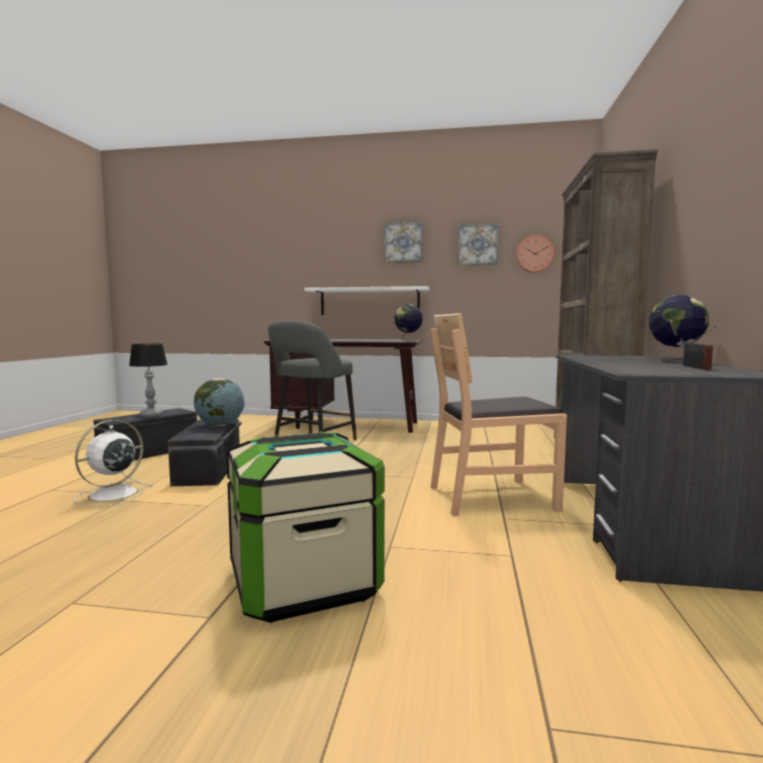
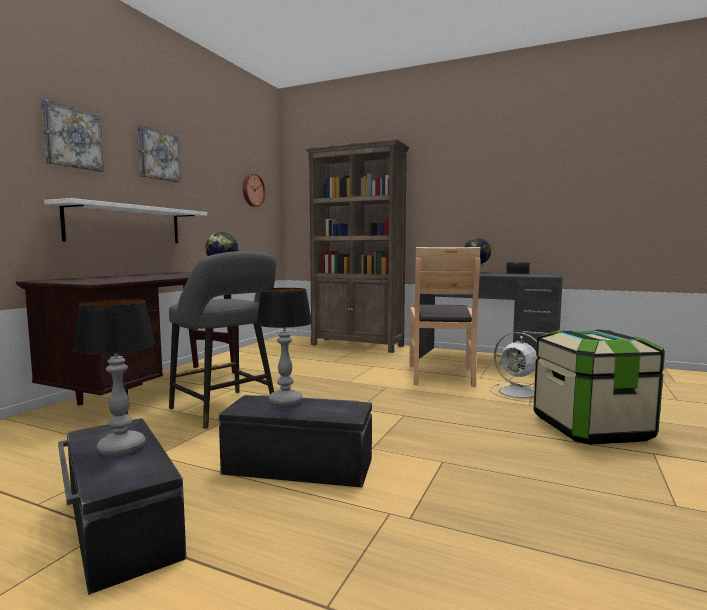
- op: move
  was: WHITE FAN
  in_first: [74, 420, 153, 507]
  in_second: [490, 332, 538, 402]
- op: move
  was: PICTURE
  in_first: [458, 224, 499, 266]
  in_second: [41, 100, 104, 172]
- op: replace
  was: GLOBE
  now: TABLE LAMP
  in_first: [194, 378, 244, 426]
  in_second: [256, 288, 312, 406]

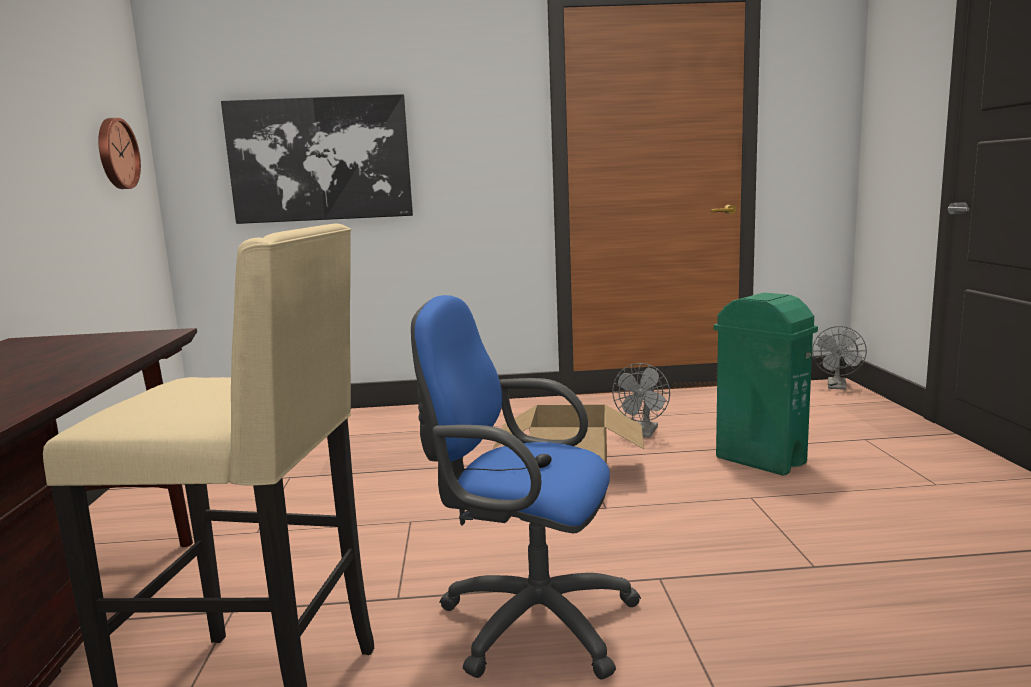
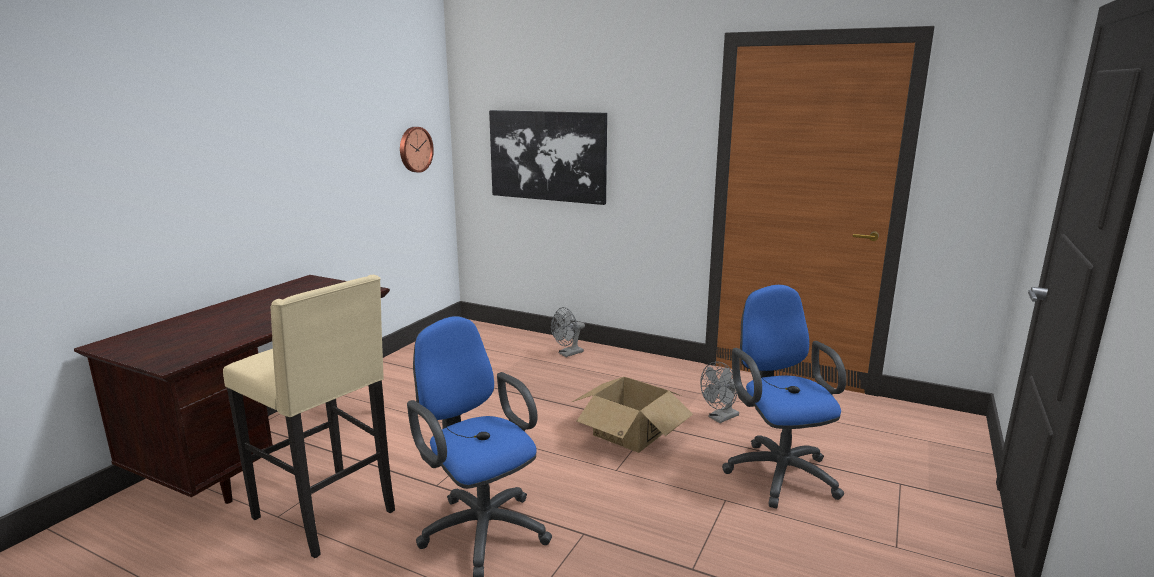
- op: move
  was: GREY FAN
  in_first: [812, 326, 867, 390]
  in_second: [551, 307, 585, 357]
- op: replace
  was: GREEN TRASH CAN
  now: BLUE OFFICE CHAIR
  in_first: [714, 293, 818, 476]
  in_second: [722, 285, 847, 509]

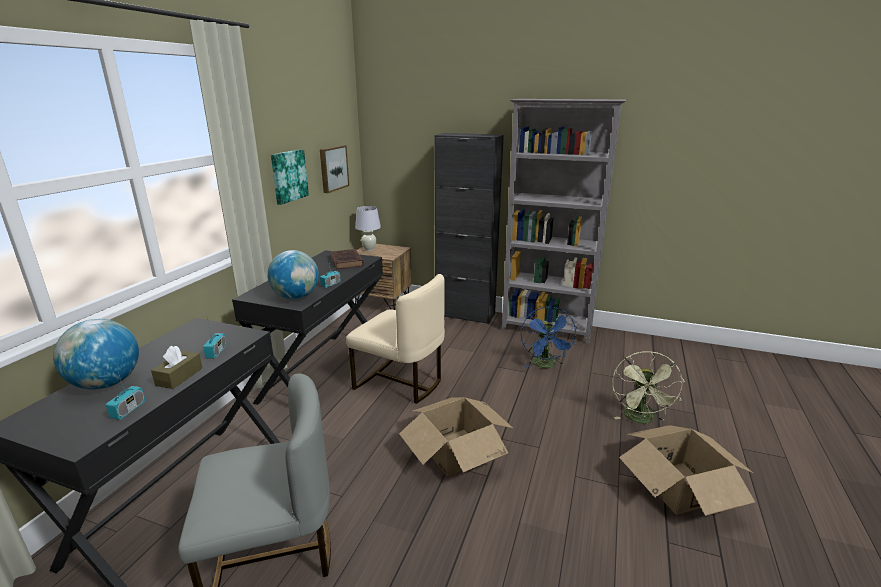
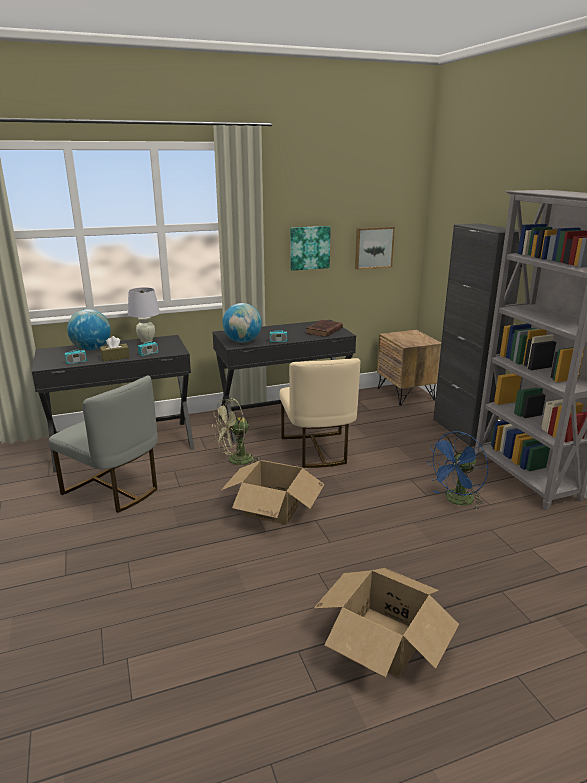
- op: move
  was: WHITE TABLE LAMP
  in_first: [355, 206, 381, 251]
  in_second: [128, 287, 160, 343]
- op: move
  was: GREEN FAN
  in_first: [612, 351, 685, 424]
  in_second: [212, 398, 262, 465]

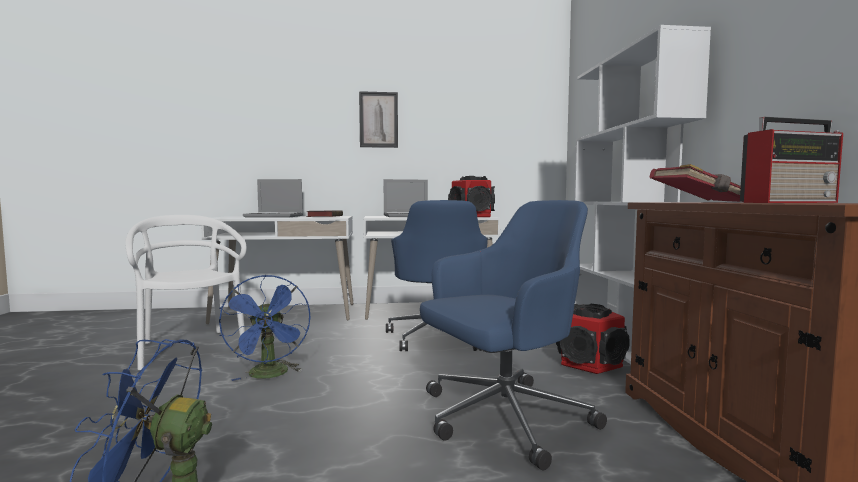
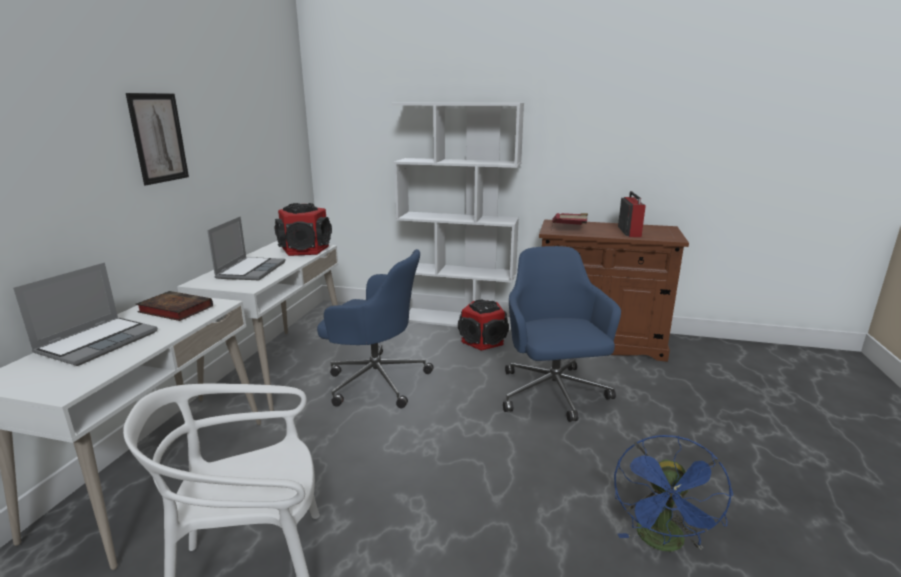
- op: delete
  was: BLUE FAN
  in_first: [219, 275, 311, 381]

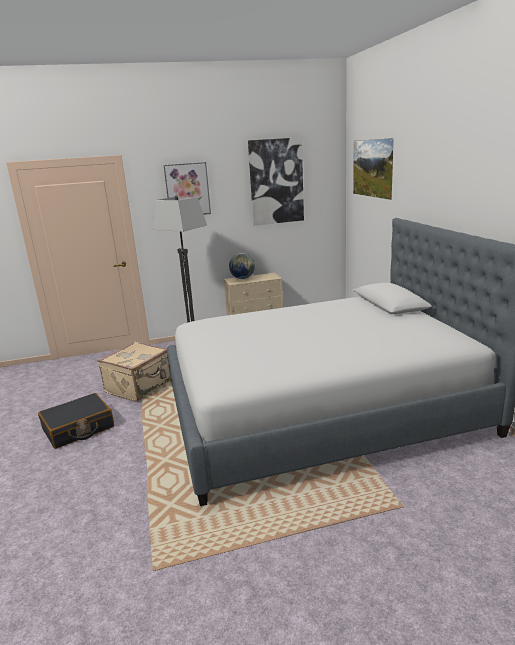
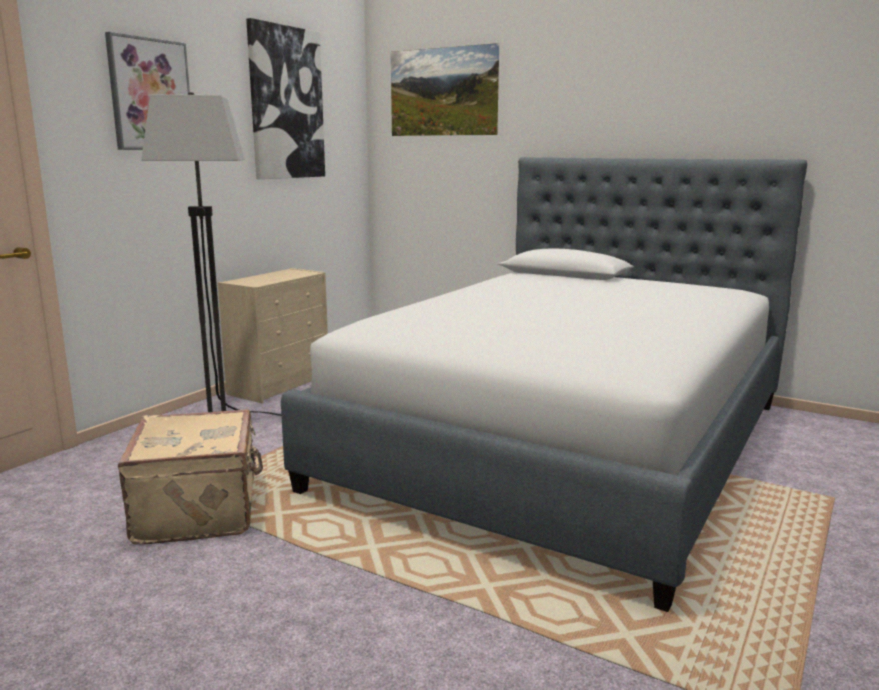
- op: delete
  was: BLACK SUITCASE
  in_first: [38, 393, 114, 449]
- op: delete
  was: GLOBE
  in_first: [229, 253, 255, 279]

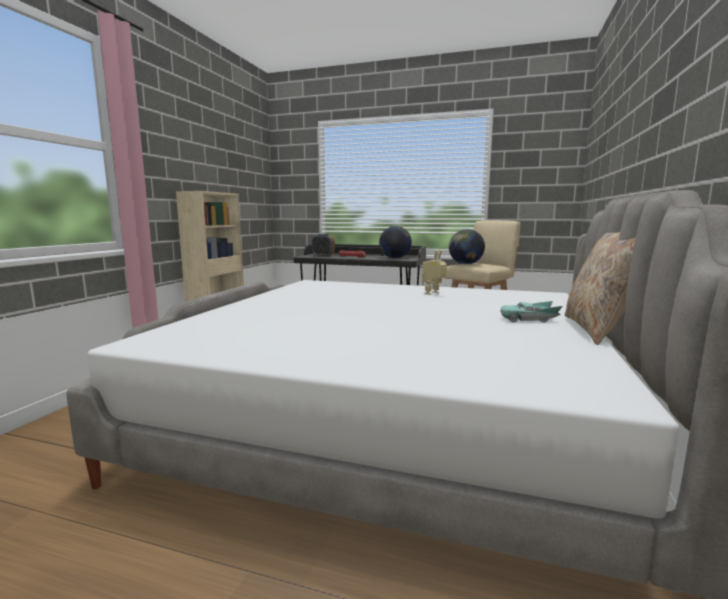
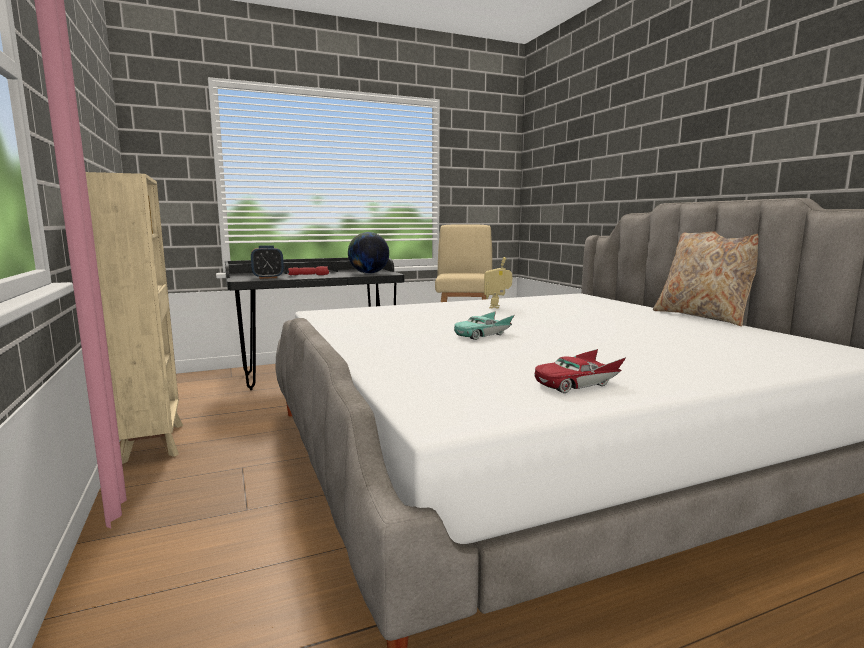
- op: delete
  was: GLOBE
  in_first: [449, 229, 485, 264]
- op: insert
  now: RED TOY CAR
  in_second: [534, 349, 626, 393]
- op: move
  was: TURQUOISE TOY CAR
  in_first: [500, 301, 563, 322]
  in_second: [454, 311, 514, 340]

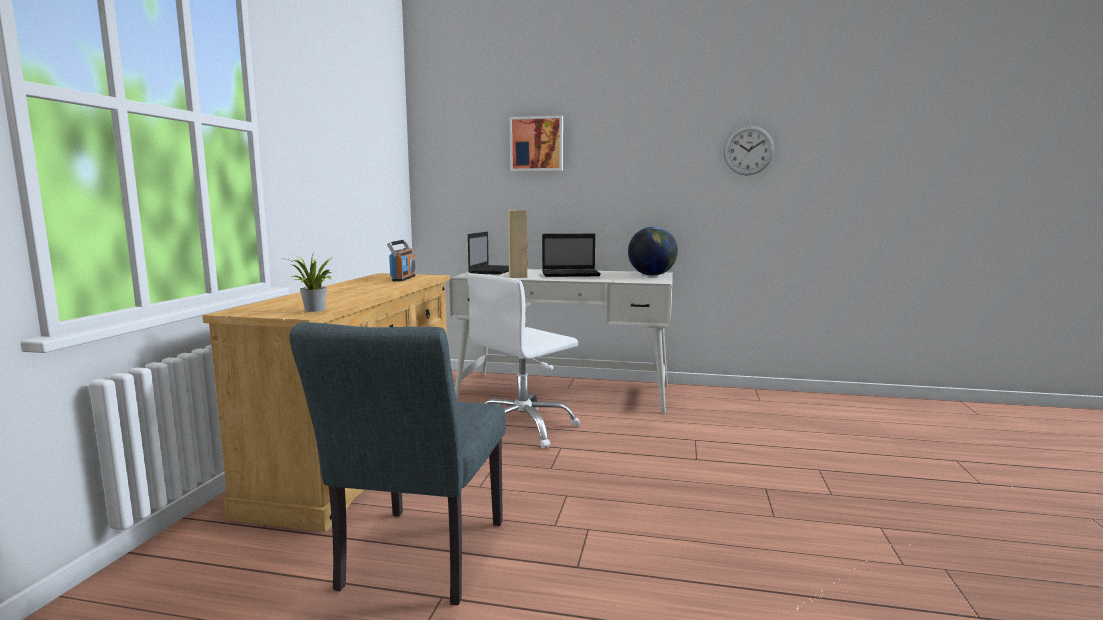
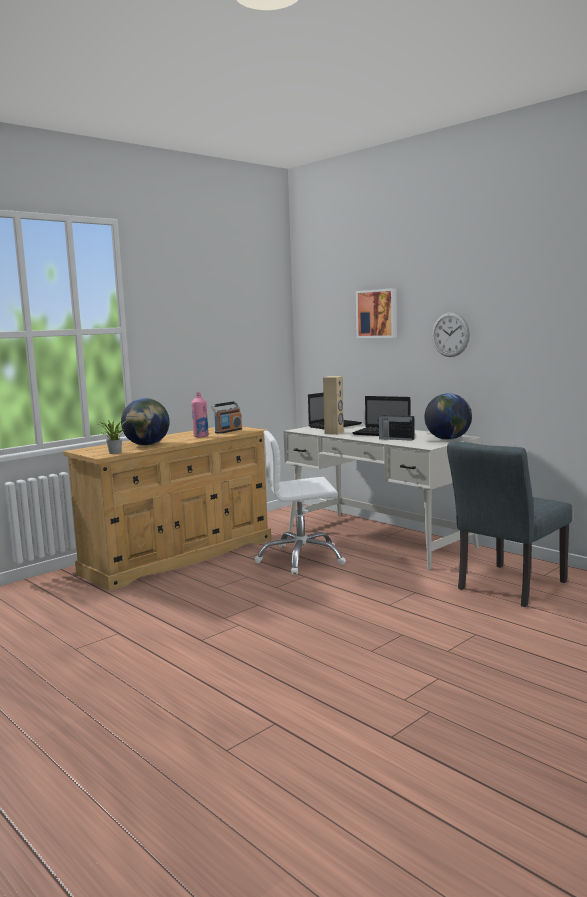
- op: insert
  now: GLOBE
  in_second: [121, 398, 169, 446]
- op: insert
  now: PINK BOTTLE
  in_second: [192, 392, 209, 437]
- op: insert
  now: RADIO
  in_second: [378, 410, 414, 441]
- op: move
  was: GREY CHAIR
  in_first: [289, 322, 506, 605]
  in_second: [447, 440, 572, 607]
- op: move
  was: WALL CLOCK
  in_first: [724, 126, 774, 176]
  in_second: [432, 312, 470, 357]

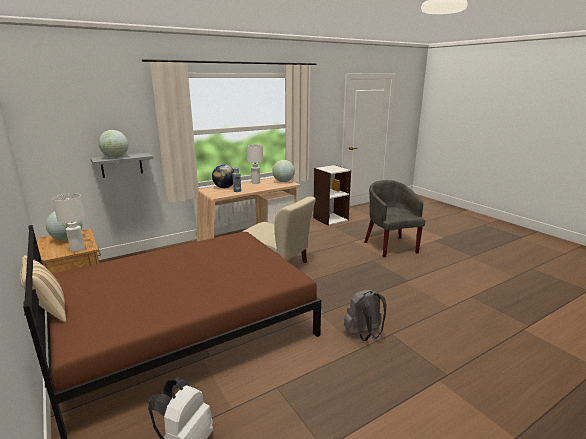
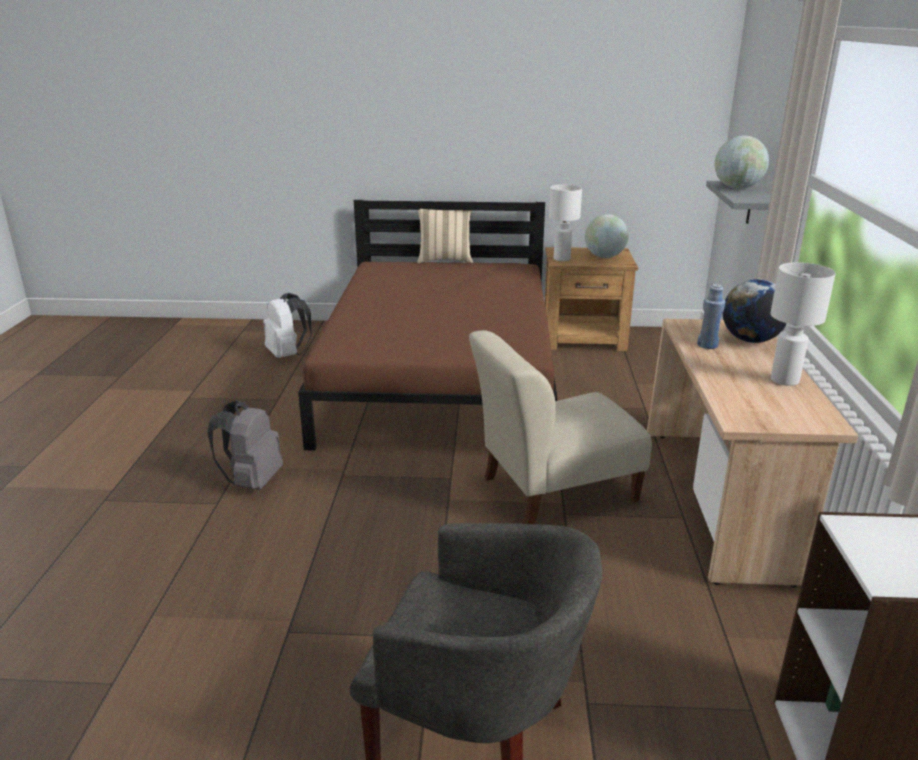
- op: delete
  was: GLOBE
  in_first: [272, 160, 295, 182]

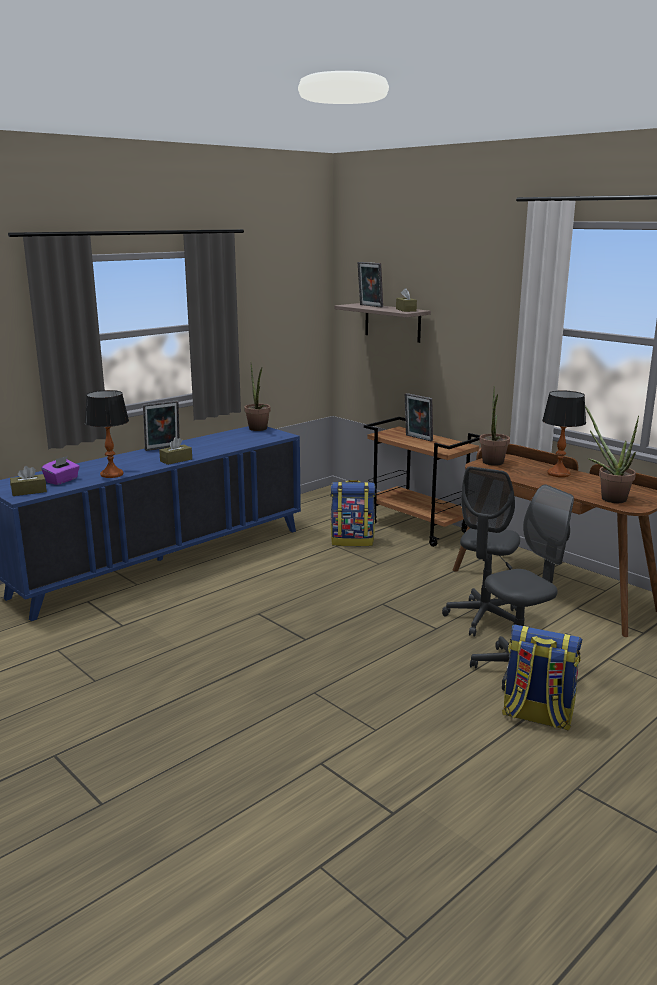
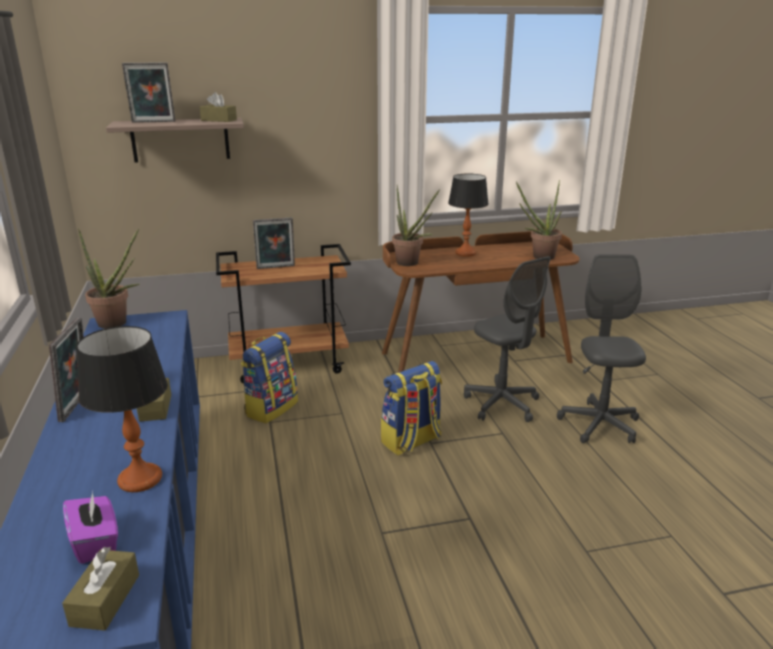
- op: move
  was: BACKPACK
  in_first: [502, 624, 582, 731]
  in_second: [381, 361, 442, 456]

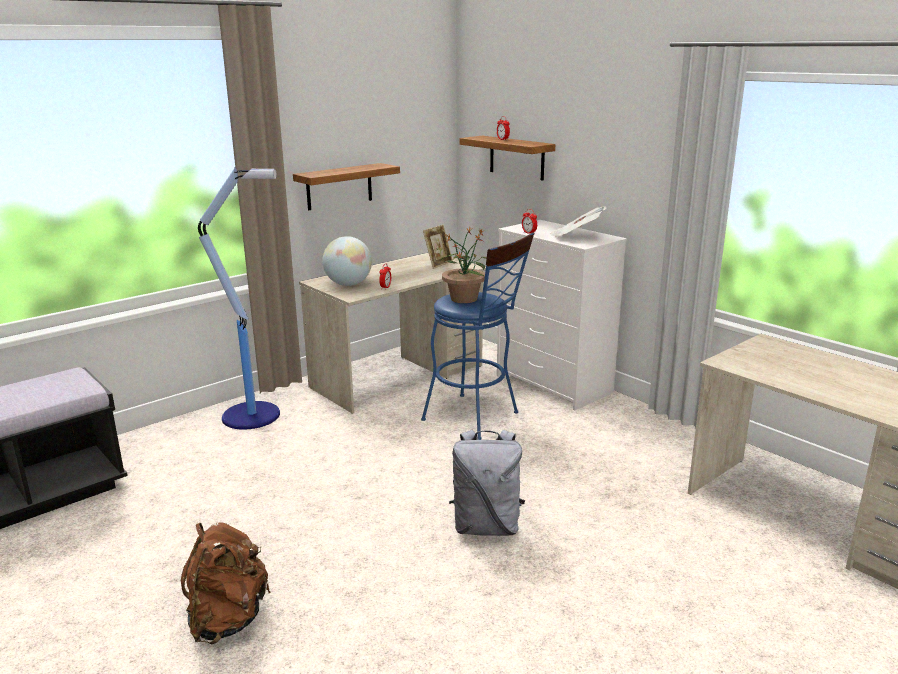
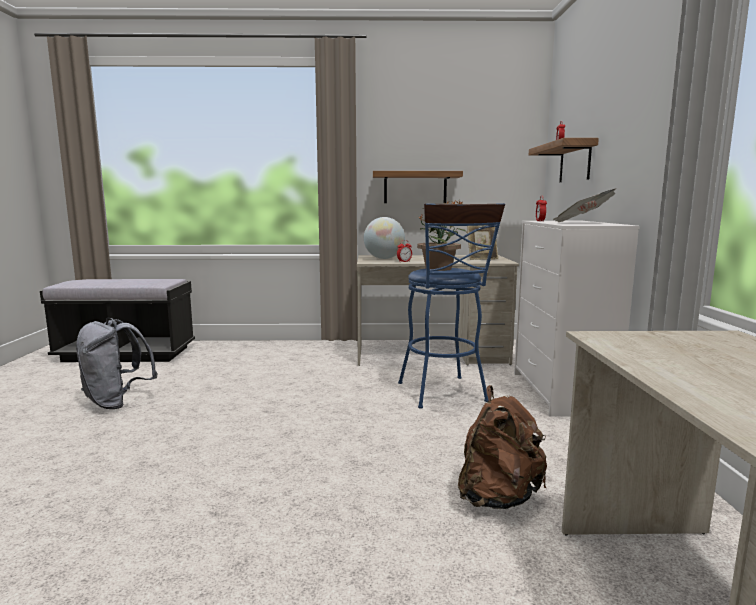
- op: delete
  was: FLOOR LAMP
  in_first: [198, 167, 280, 430]
- op: move
  was: BROWN BACKPACK
  in_first: [181, 522, 271, 644]
  in_second: [458, 385, 547, 509]
- op: move
  was: GREY BACKPACK
  in_first: [449, 430, 525, 536]
  in_second: [76, 318, 157, 409]

